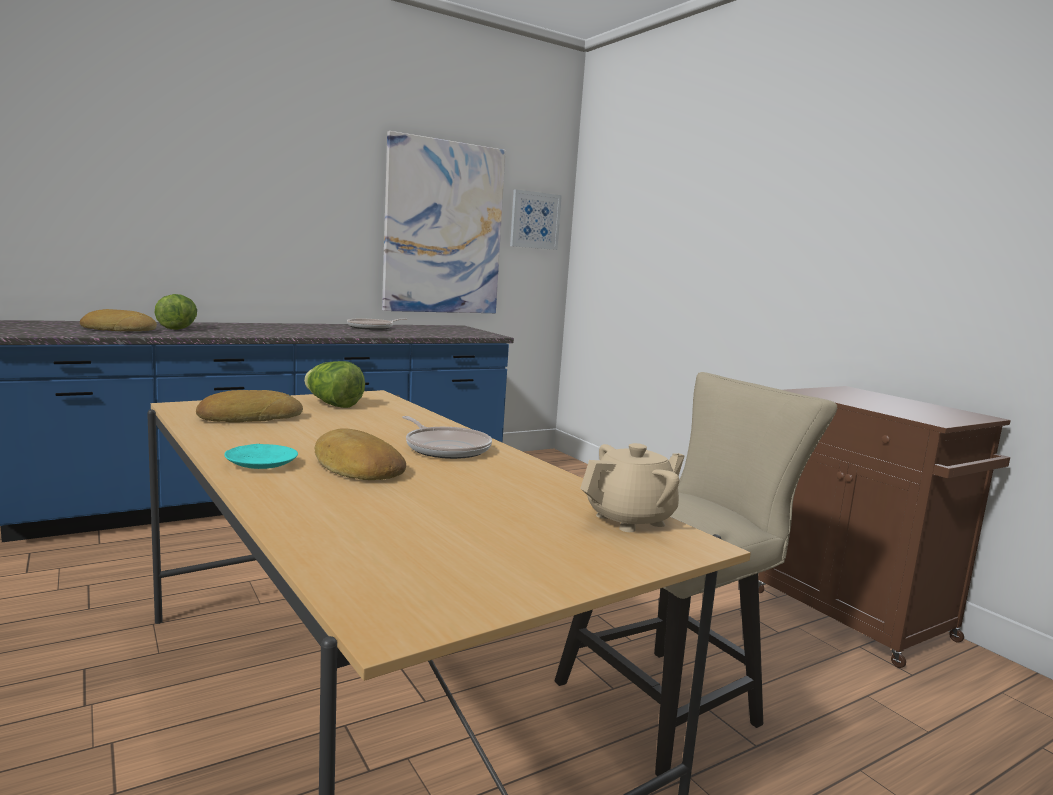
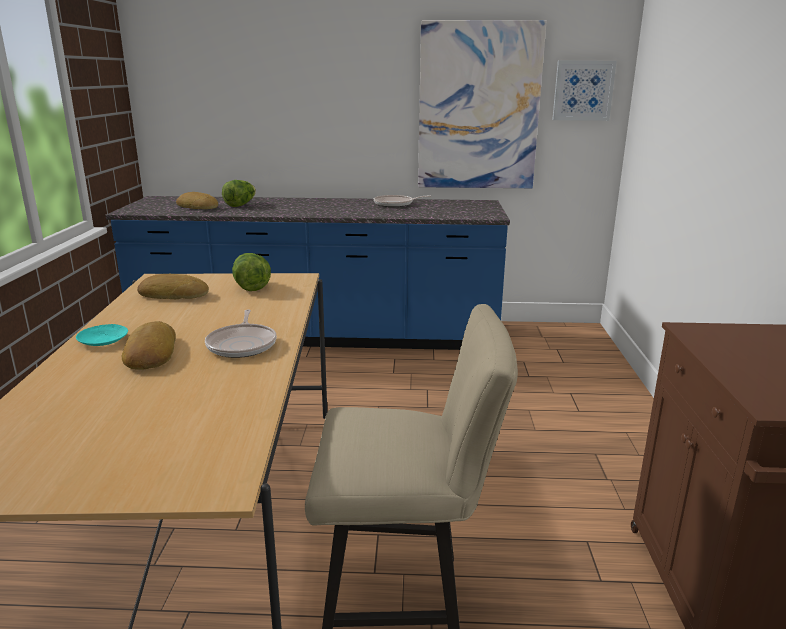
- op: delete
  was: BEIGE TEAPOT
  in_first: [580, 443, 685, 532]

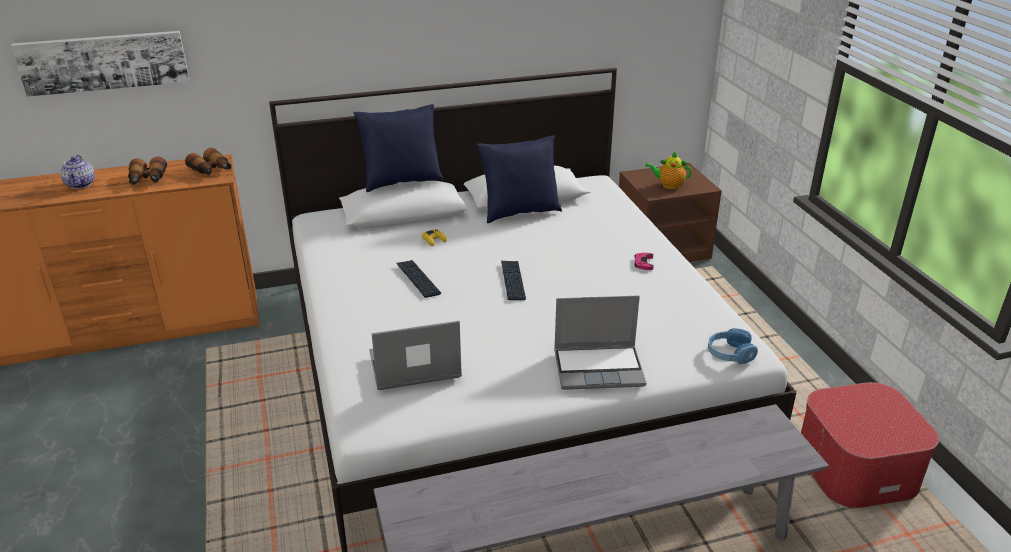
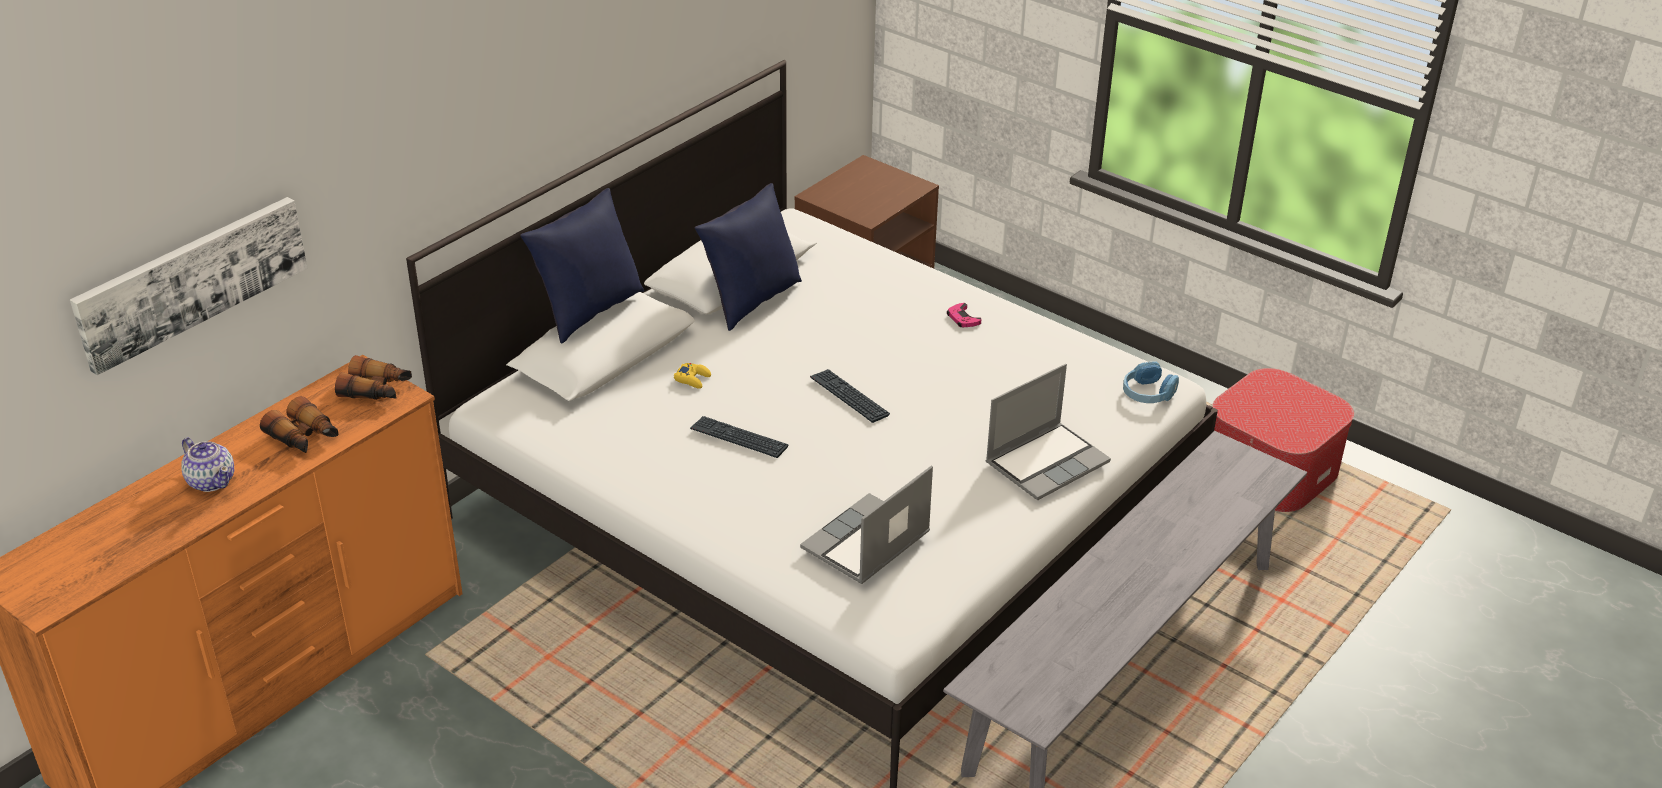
- op: delete
  was: TEAPOT
  in_first: [645, 152, 692, 189]

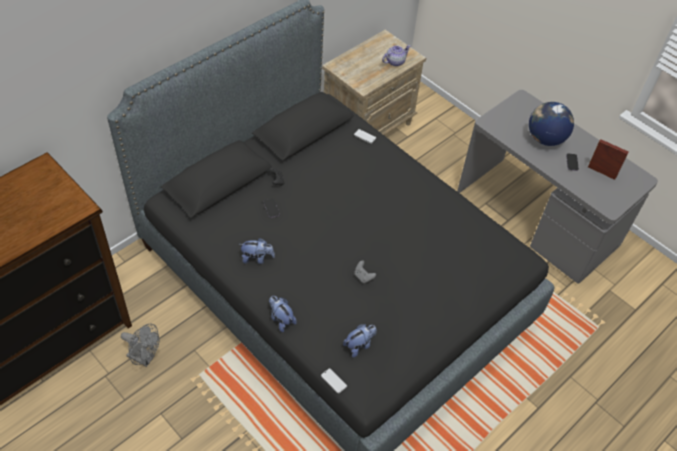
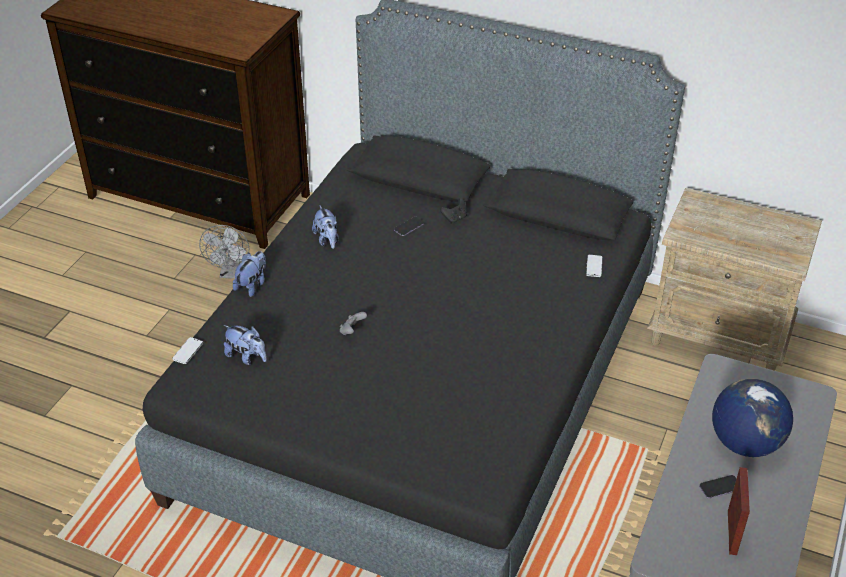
- op: delete
  was: TEAPOT
  in_first: [382, 45, 411, 66]

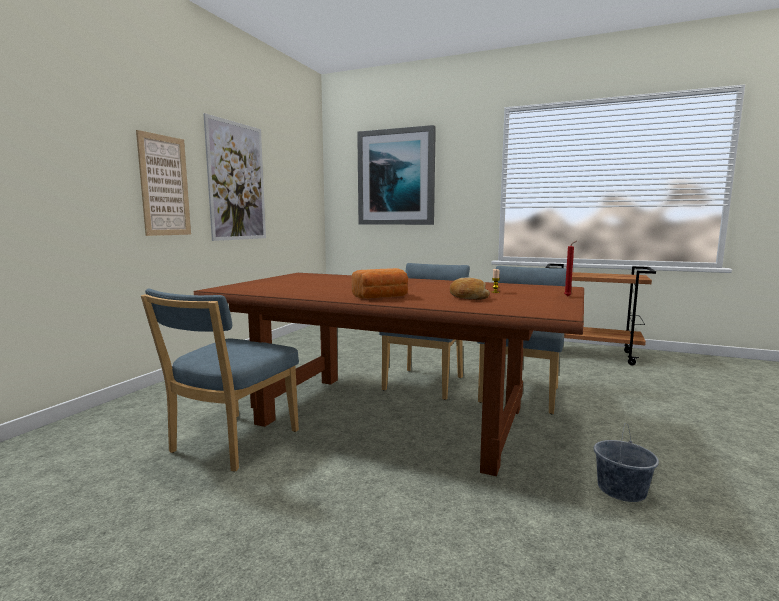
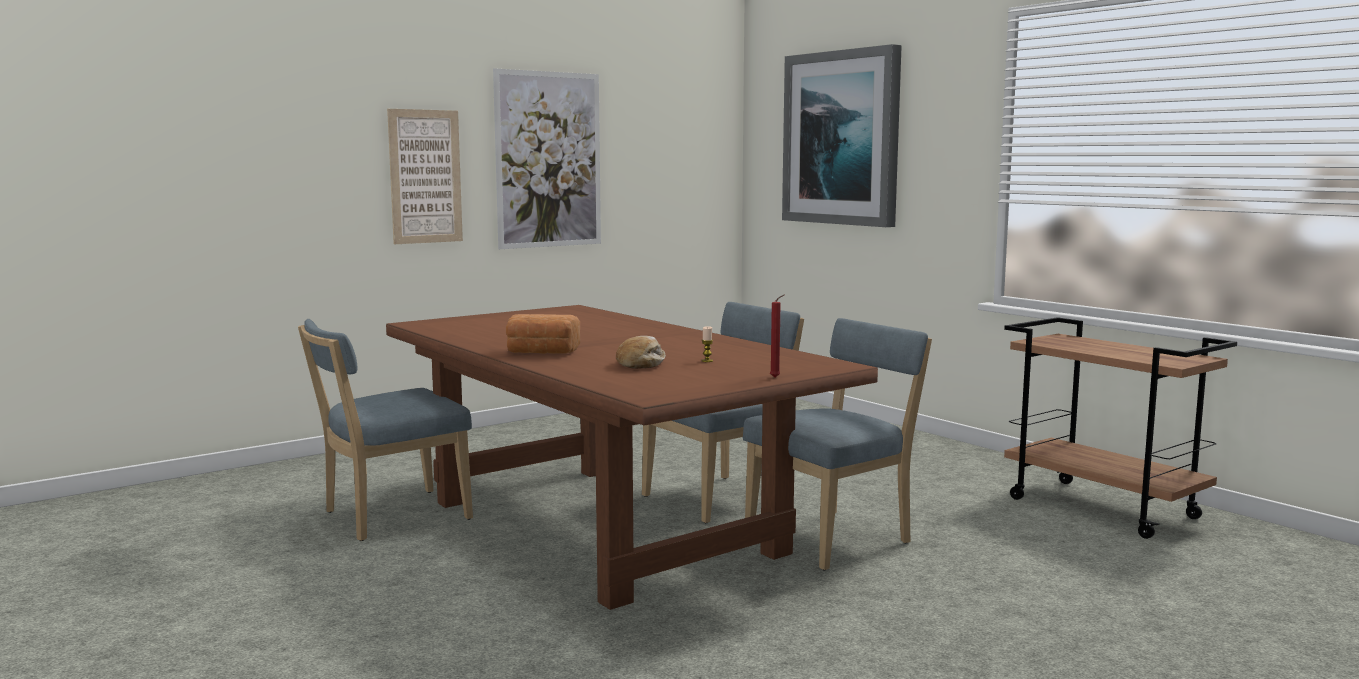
- op: delete
  was: GREY BUCKET
  in_first: [594, 423, 659, 502]

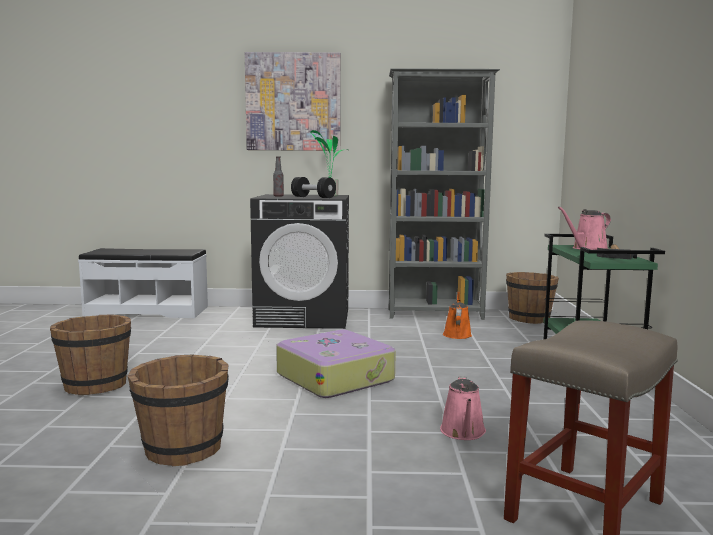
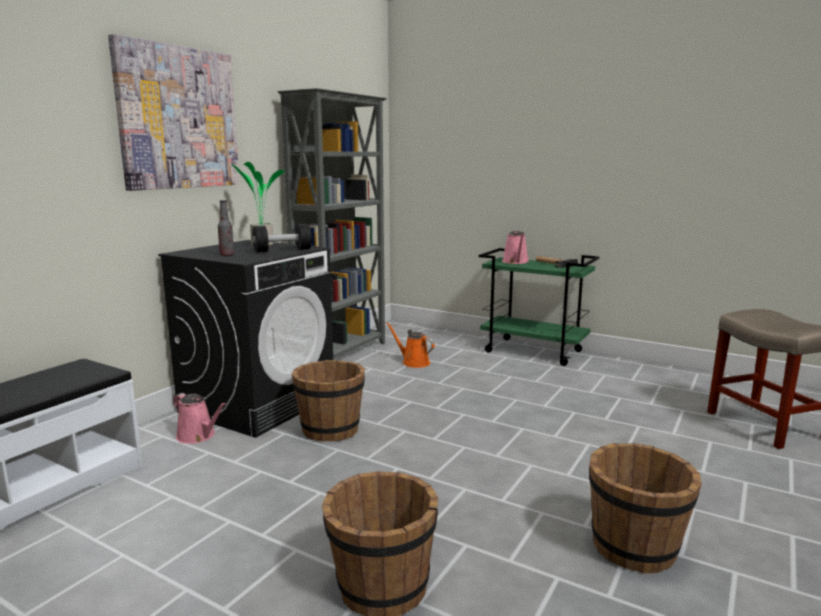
- op: delete
  was: SUITCASE
  in_first: [276, 330, 396, 398]
- op: move
  was: PINK WATERING CAN
  in_first: [440, 376, 486, 440]
  in_second: [173, 393, 226, 444]
- op: move
  was: BROWN BUCKET
  in_first: [506, 272, 559, 324]
  in_second: [292, 360, 365, 441]

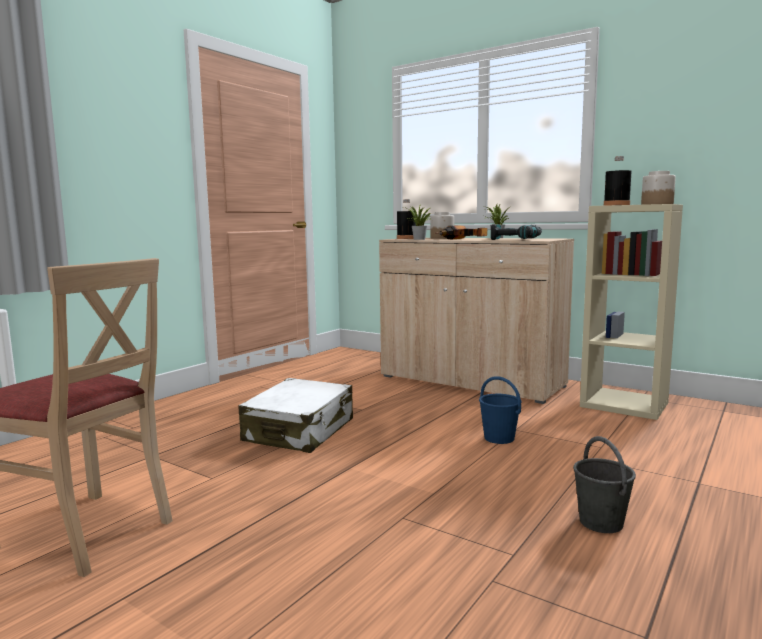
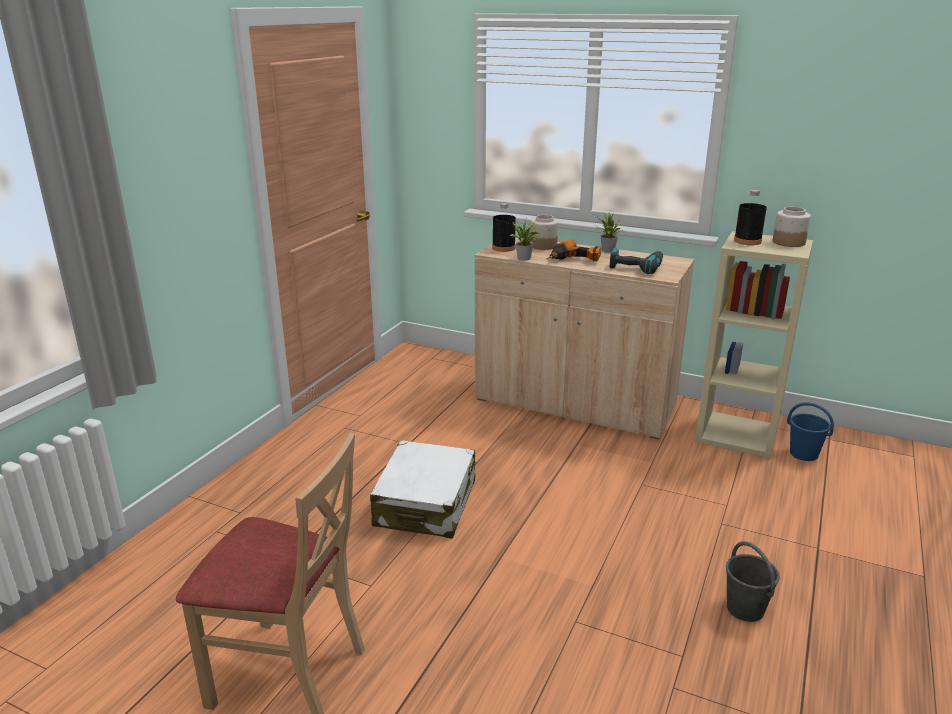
- op: move
  was: BLUE BUCKET
  in_first: [479, 376, 522, 444]
  in_second: [787, 402, 834, 461]

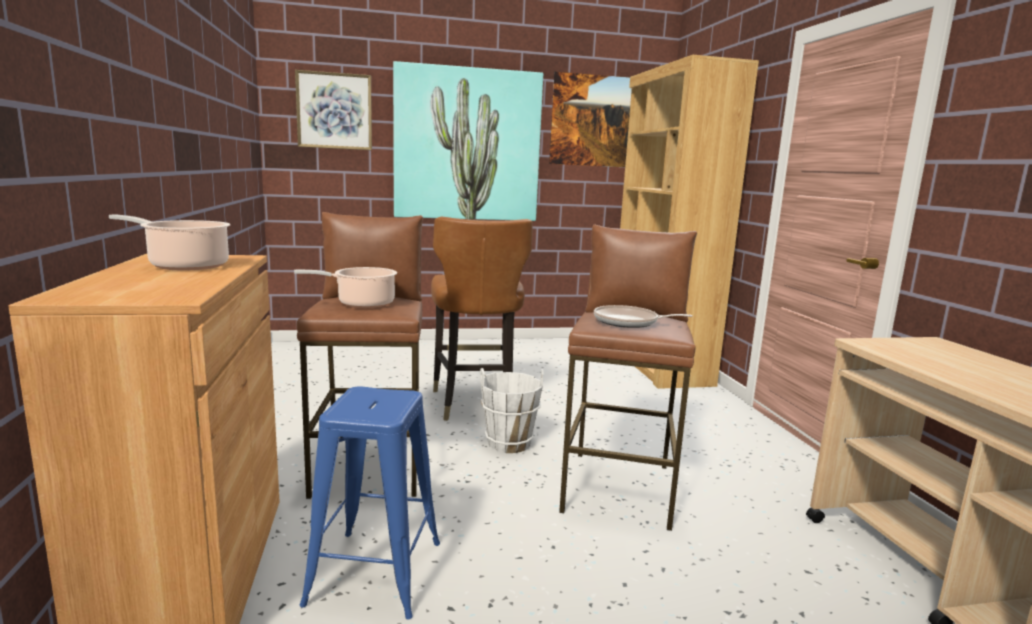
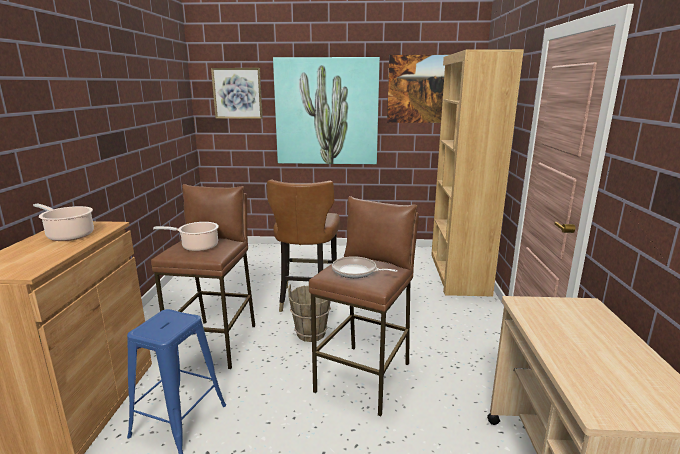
- op: recolor
  was: WHITE BUCKET
  now: BROWN BUCKET
  in_first: [480, 368, 544, 453]
  in_second: [288, 285, 331, 342]

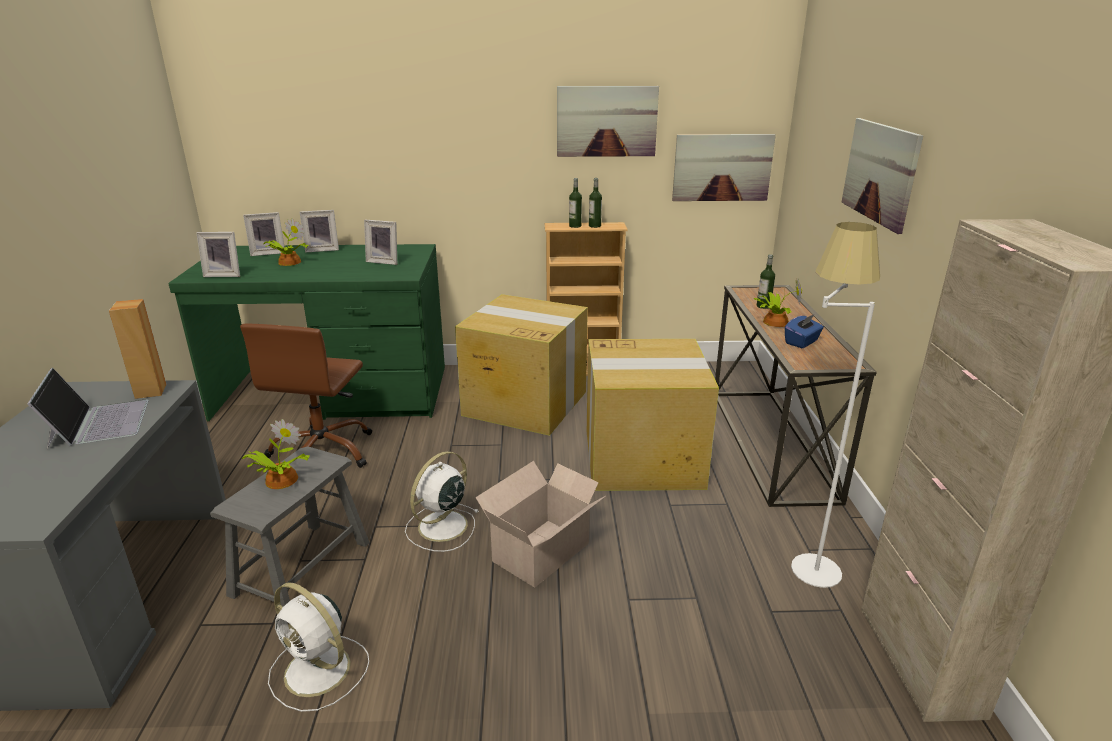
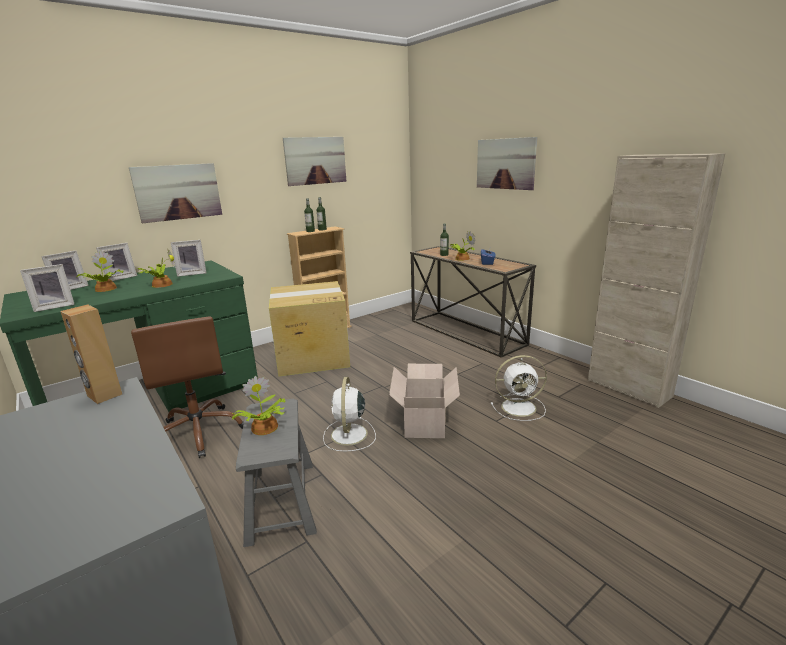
- op: delete
  was: LAPTOP
  in_first: [27, 368, 149, 449]
- op: delete
  was: CARDBOARD BOX
  in_first: [587, 339, 719, 491]
- op: delete
  was: WHITE FLOOR LAMP
  in_first: [791, 222, 880, 588]
- op: insert
  now: POTTED PLANT
  in_second: [137, 248, 175, 288]
- op: move
  was: WHITE FAN
  in_first: [268, 582, 369, 712]
  in_second: [491, 355, 547, 421]
- op: move
  was: PICTURE
  in_first: [672, 134, 776, 201]
  in_second: [129, 163, 222, 223]

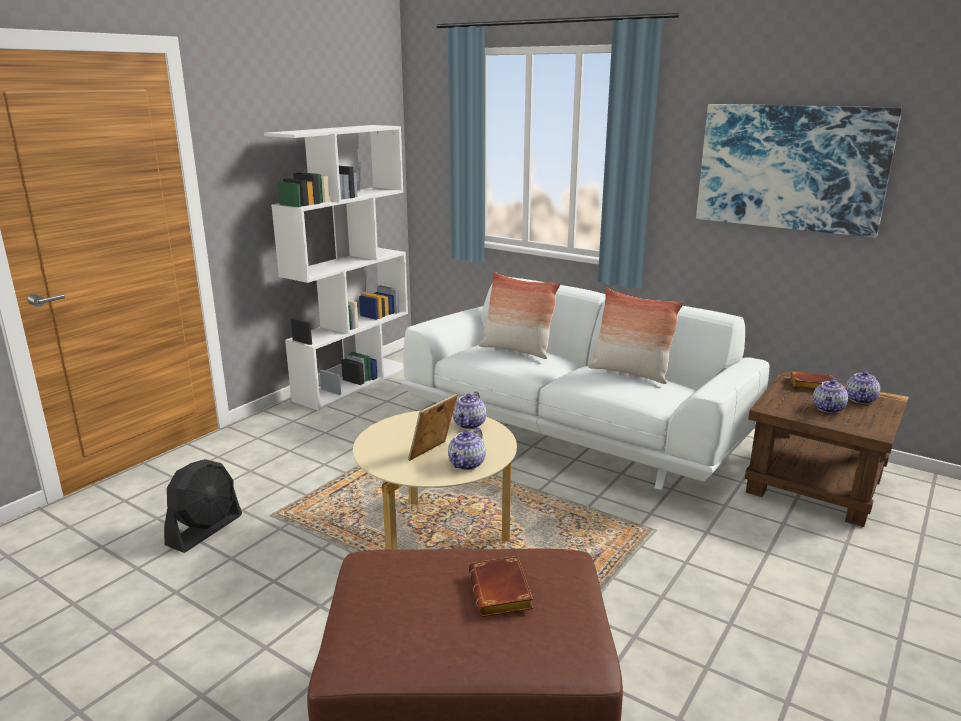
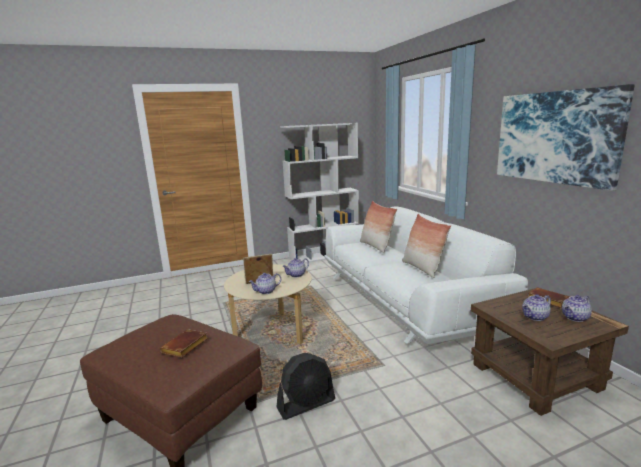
- op: move
  was: BLACK FAN
  in_first: [164, 459, 242, 553]
  in_second: [277, 353, 335, 420]

